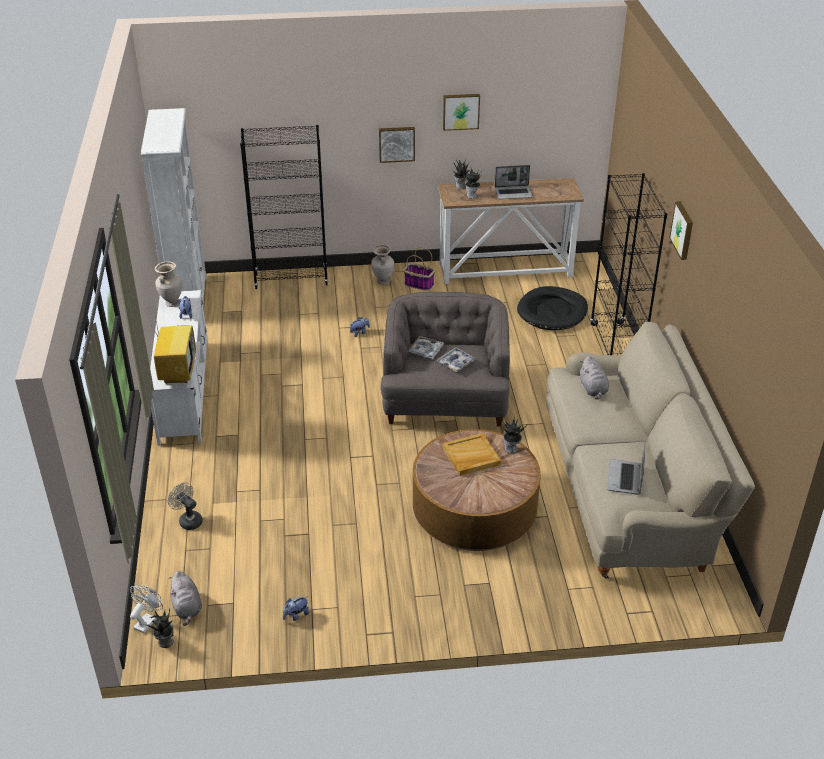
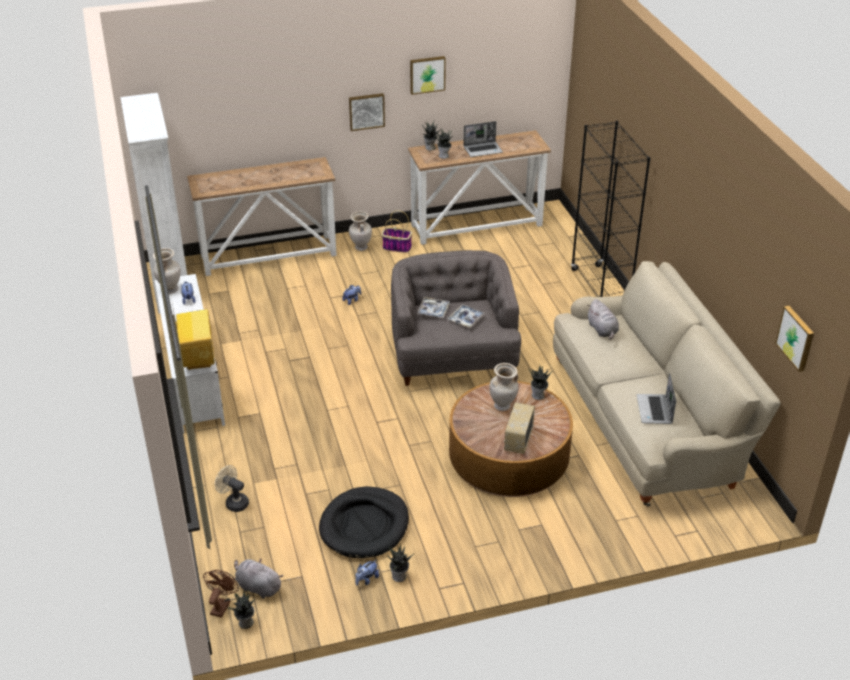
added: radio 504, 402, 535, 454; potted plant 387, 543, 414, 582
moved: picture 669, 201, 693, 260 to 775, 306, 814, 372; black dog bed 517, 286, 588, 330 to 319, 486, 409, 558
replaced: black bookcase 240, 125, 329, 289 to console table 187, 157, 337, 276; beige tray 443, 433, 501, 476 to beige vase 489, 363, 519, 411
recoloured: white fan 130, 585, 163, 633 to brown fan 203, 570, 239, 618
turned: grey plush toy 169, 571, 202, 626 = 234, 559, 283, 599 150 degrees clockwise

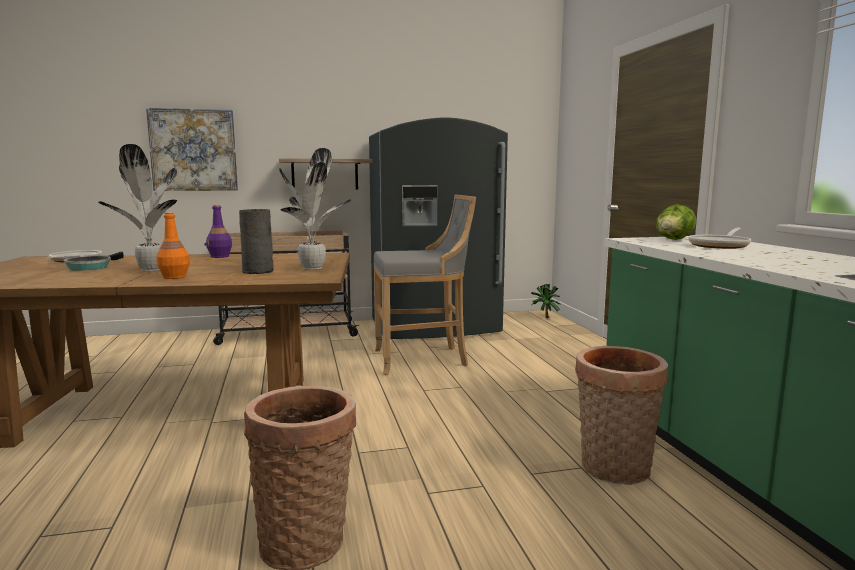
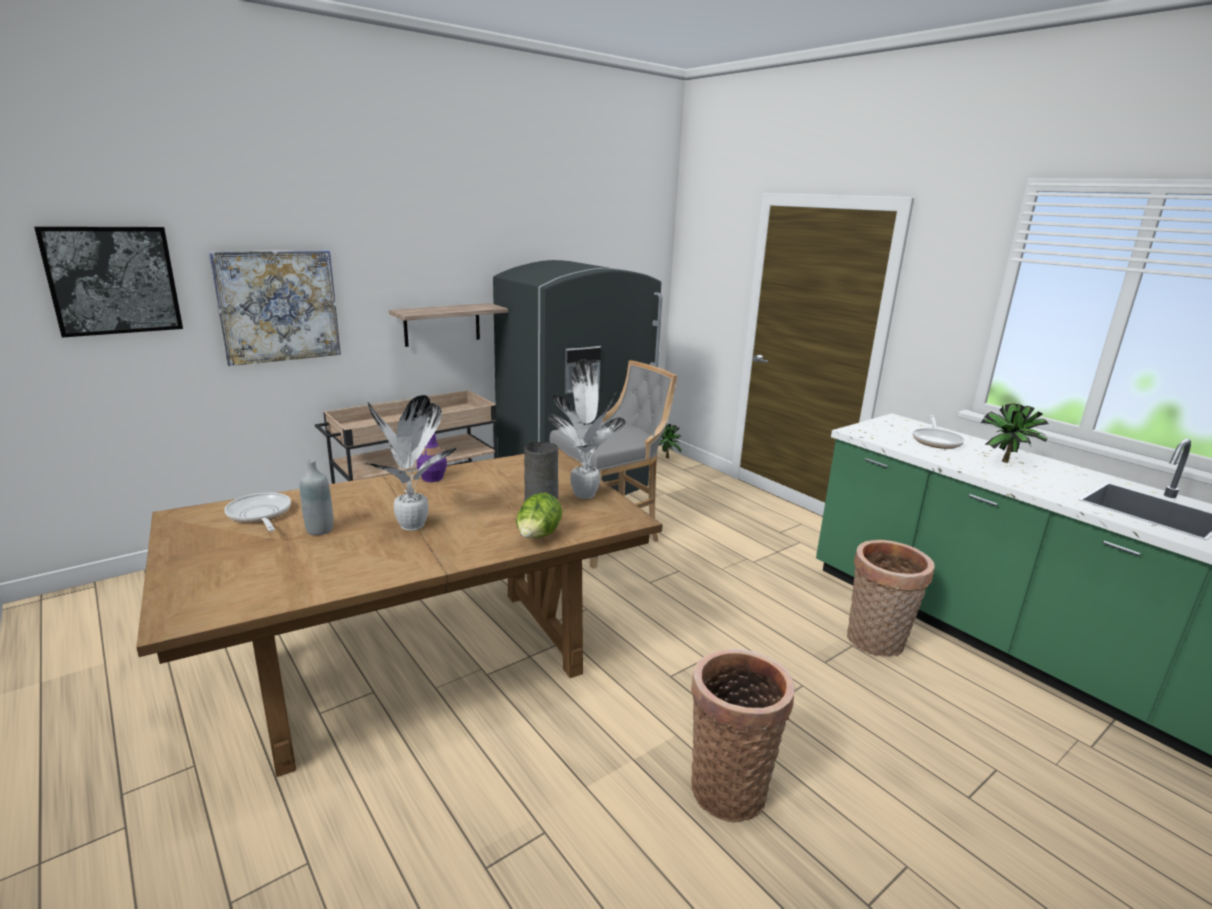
removed: orange bottle 156, 212, 190, 279
added: picture 34, 226, 183, 338; potted plant 981, 403, 1049, 463
moved: lettuce 656, 204, 696, 240 to 516, 493, 563, 538
replaced: frying pan 64, 252, 124, 271 to grey bottle 300, 460, 333, 535

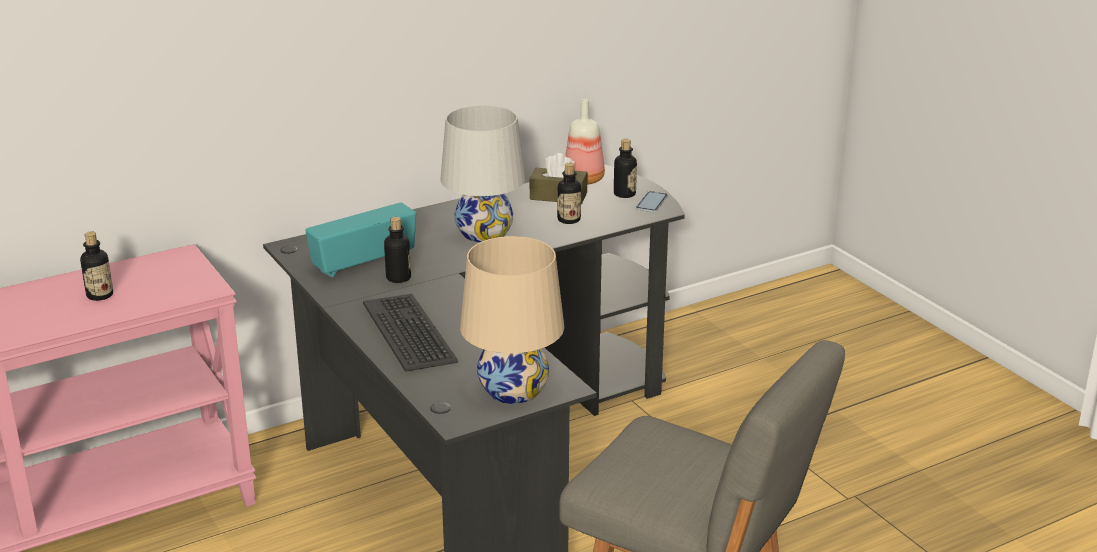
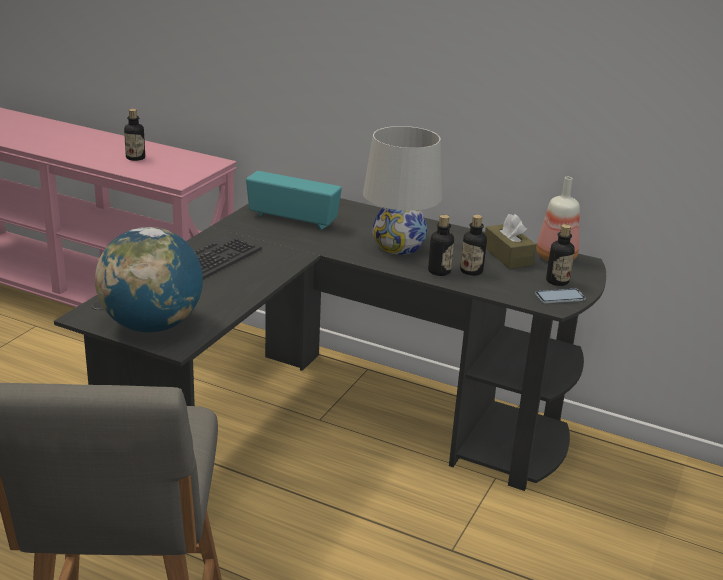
moved: bottle 384, 217, 411, 283 to 428, 215, 454, 276
replaced: beige table lamp 460, 236, 564, 404 to globe 95, 227, 203, 332

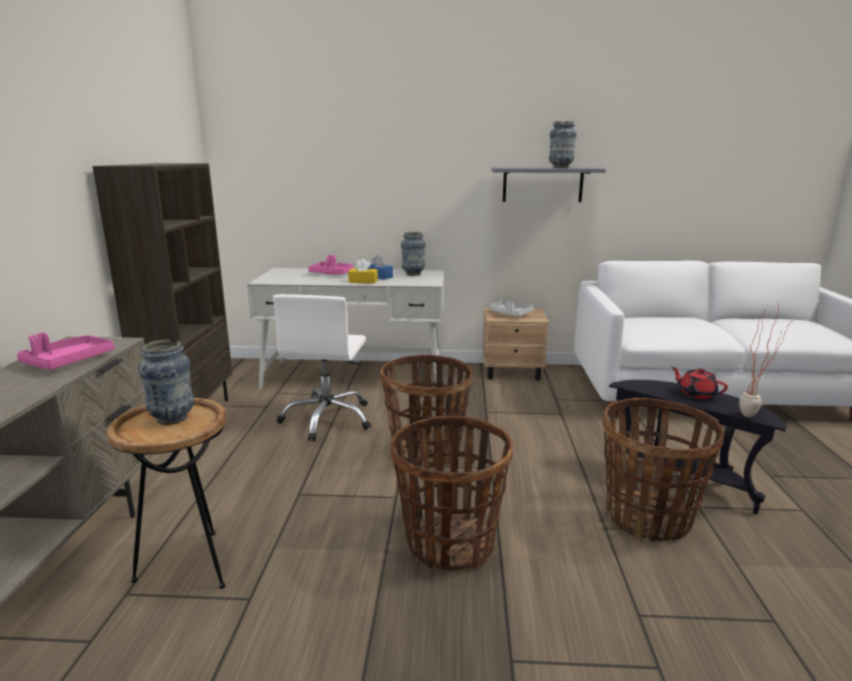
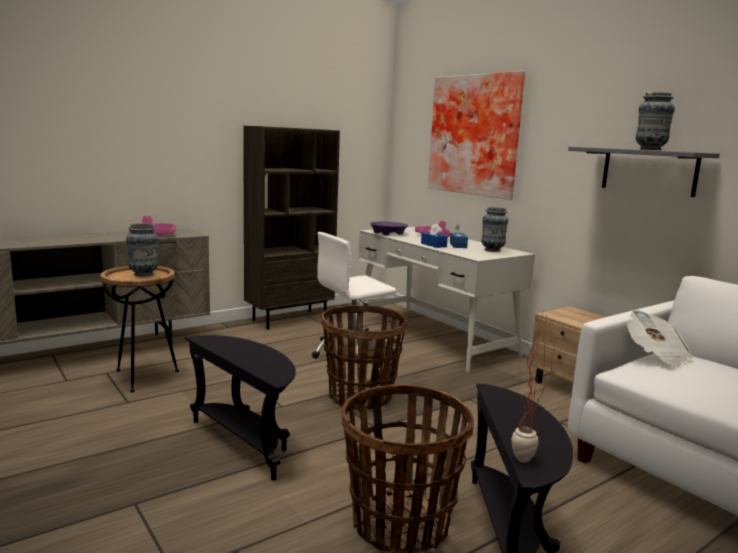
removed: grey tray 490, 300, 534, 317; red teapot 671, 367, 728, 399
added: picture 428, 71, 525, 200; purple bowl 370, 222, 408, 235; newspaper 627, 310, 693, 368
replaced: basket 391, 416, 513, 572 to black side table 185, 335, 296, 480
recoloured: yellow tissue box 348, 259, 378, 284 to blue tissue box 421, 224, 448, 248

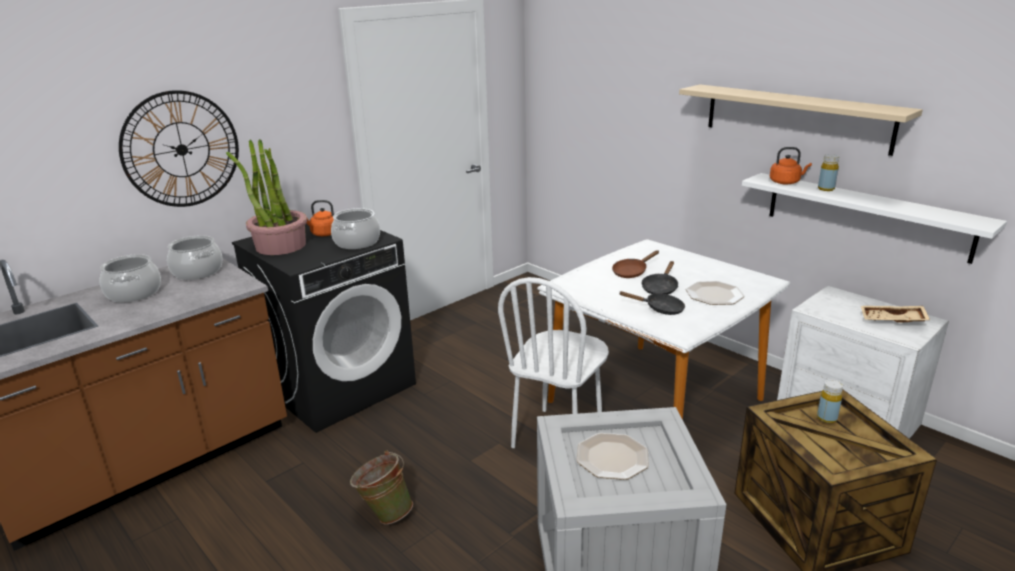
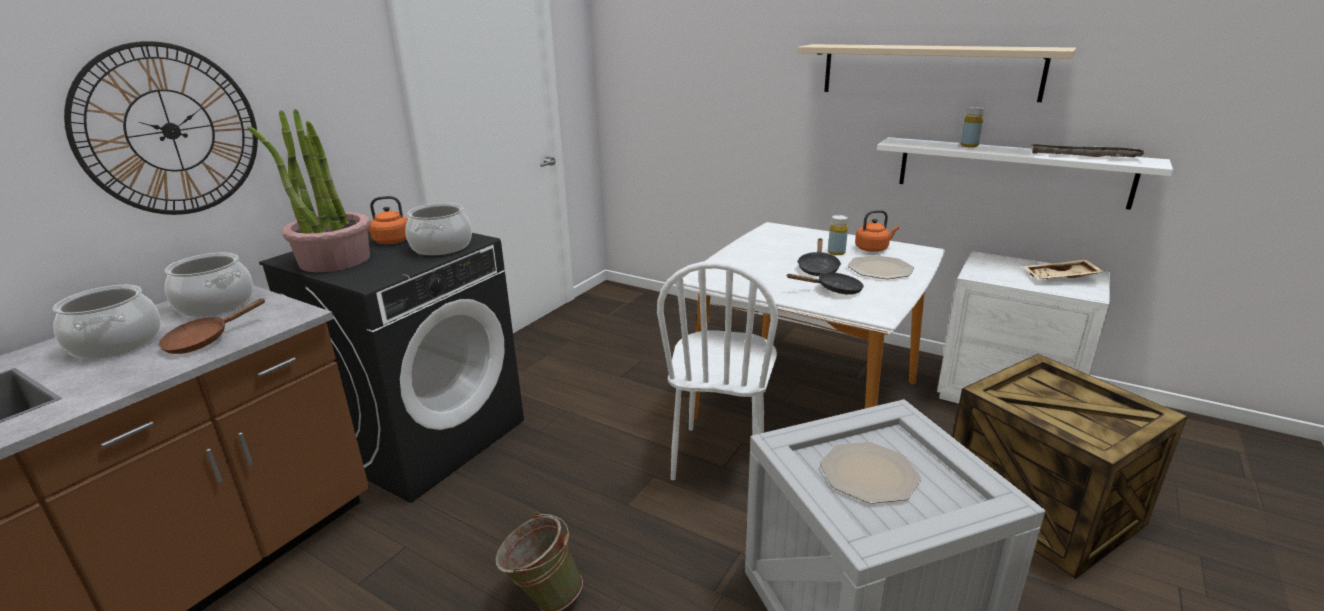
added: tray 1031, 143, 1145, 157
moved: orange kettle 770, 147, 812, 185 to 855, 210, 899, 252; brown frying pan 612, 250, 659, 278 to 158, 298, 265, 354; yellow bottle 817, 380, 843, 423 to 828, 215, 848, 255

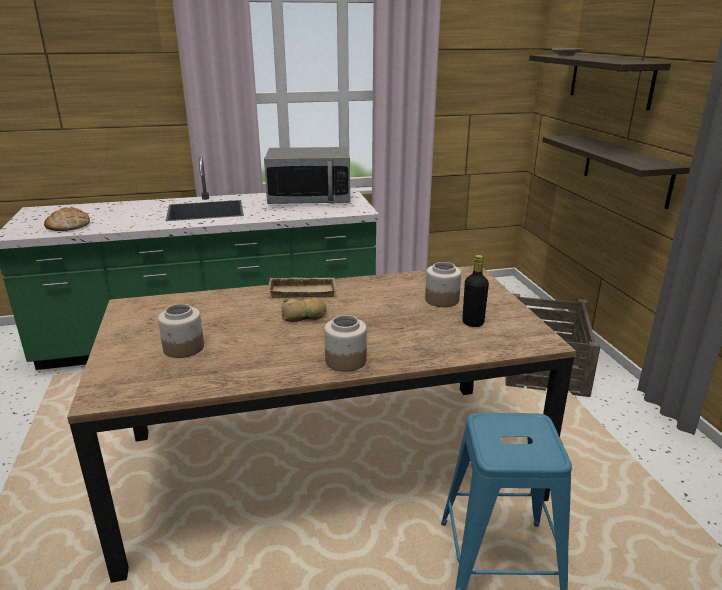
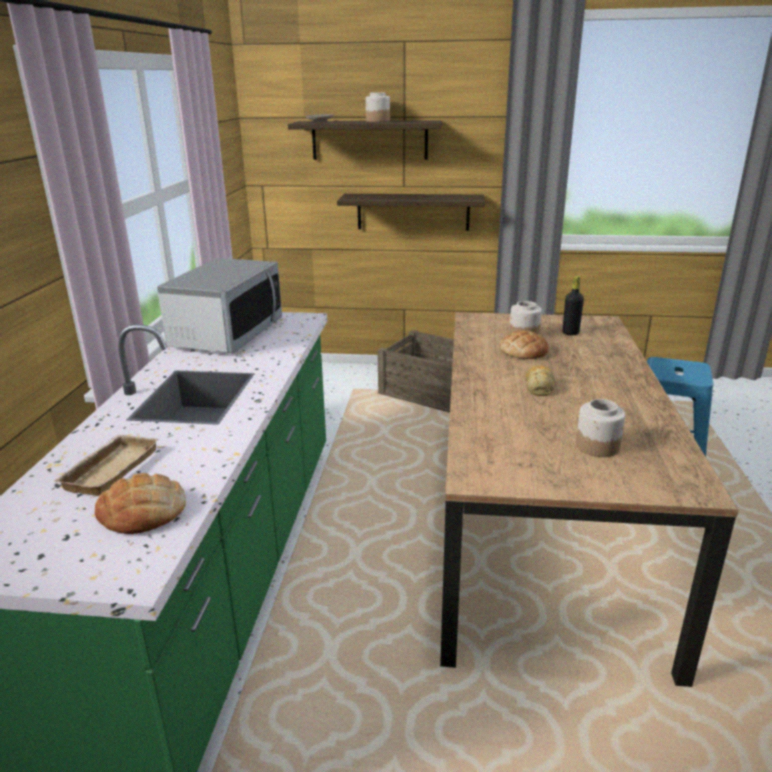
added: bread 500, 331, 549, 359
moved: beige tray 268, 277, 336, 298 to 54, 435, 159, 496; jar 324, 315, 367, 372 to 366, 92, 390, 122

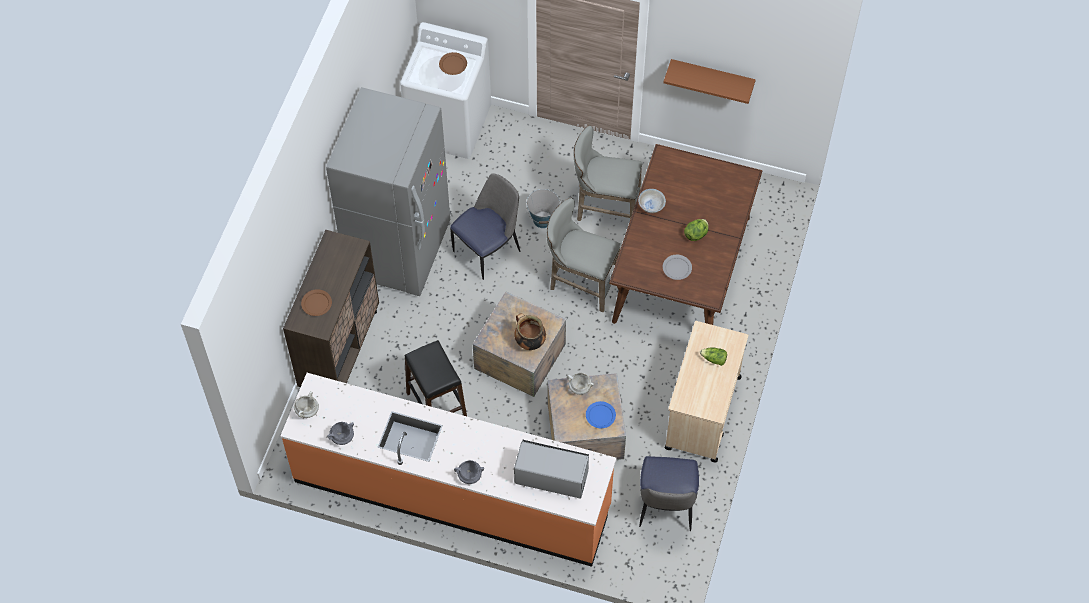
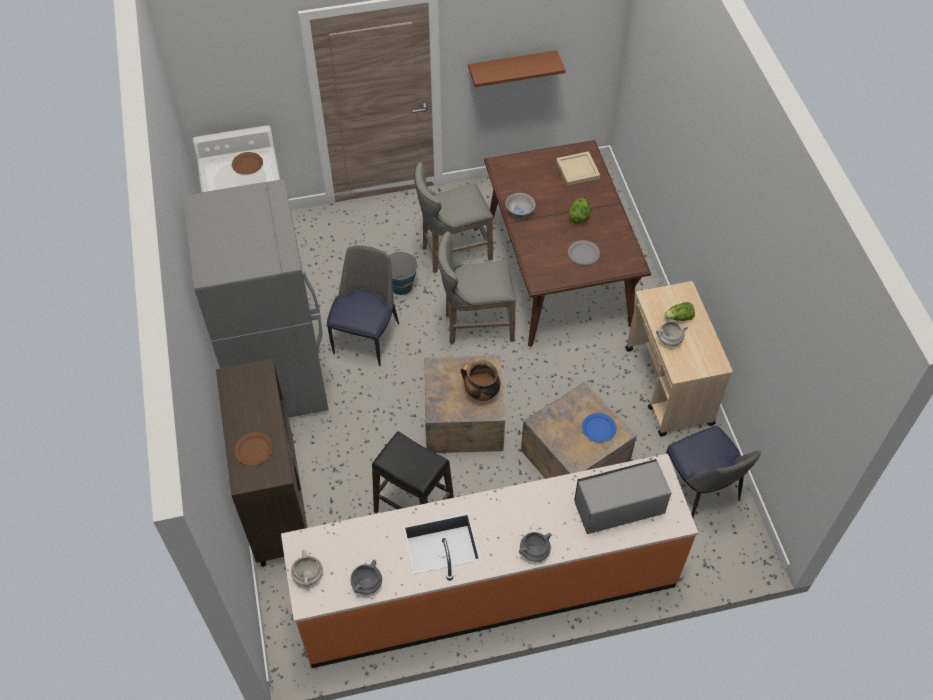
added: beige tray 556, 151, 600, 186
moved: white cooking pot 567, 373, 594, 395 to 656, 321, 688, 346

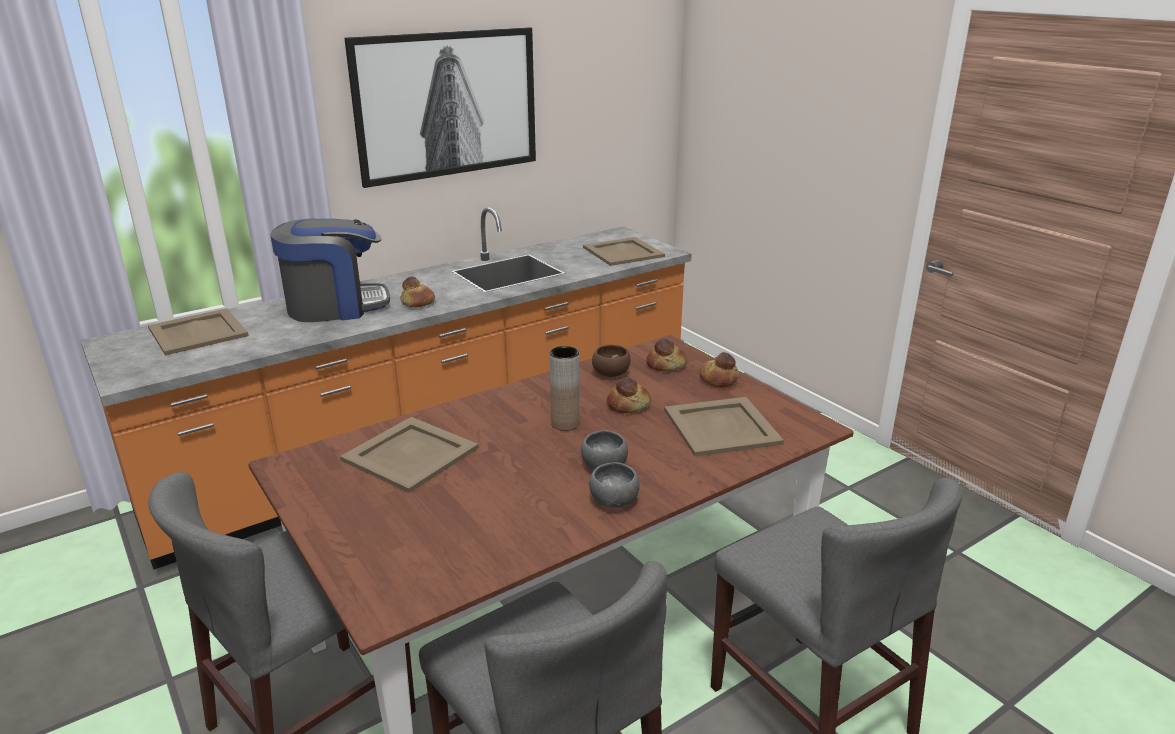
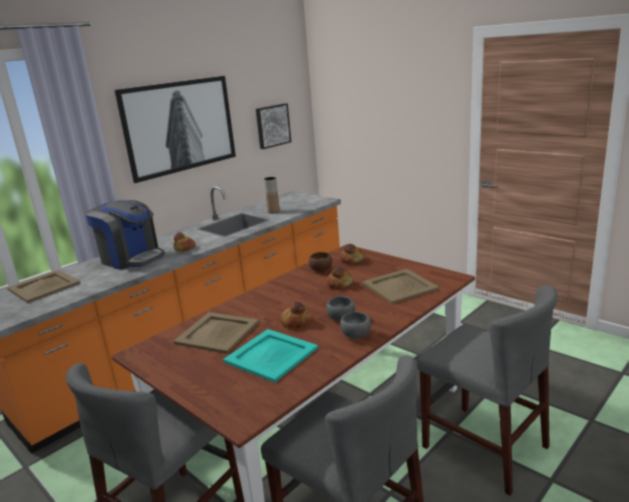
removed: beige tray 583, 237, 665, 266
added: picture 256, 103, 291, 149; turquoise tray 223, 329, 318, 382
moved: brown vase 550, 346, 580, 431 to 264, 177, 280, 213; bread 700, 352, 739, 388 to 281, 302, 309, 329
turned: coffee machine 270, 219, 390, 322 = 85, 200, 165, 270 60 degrees clockwise

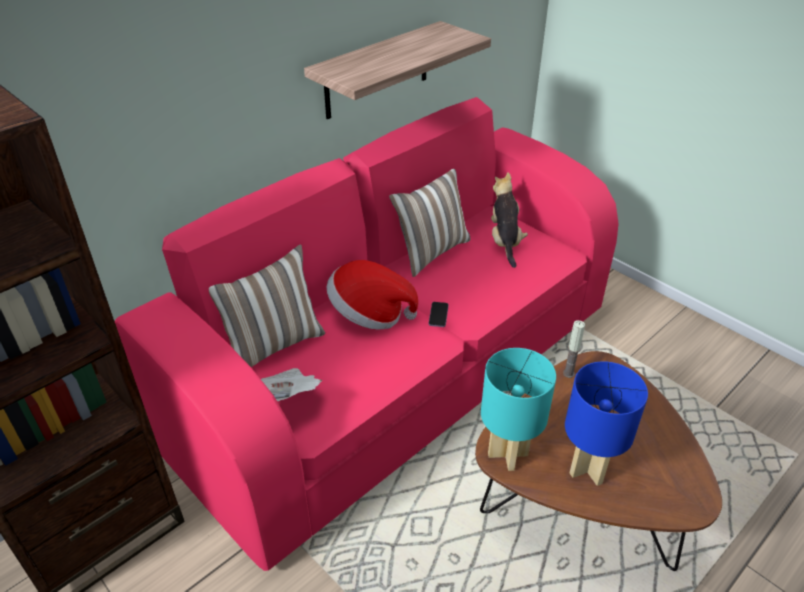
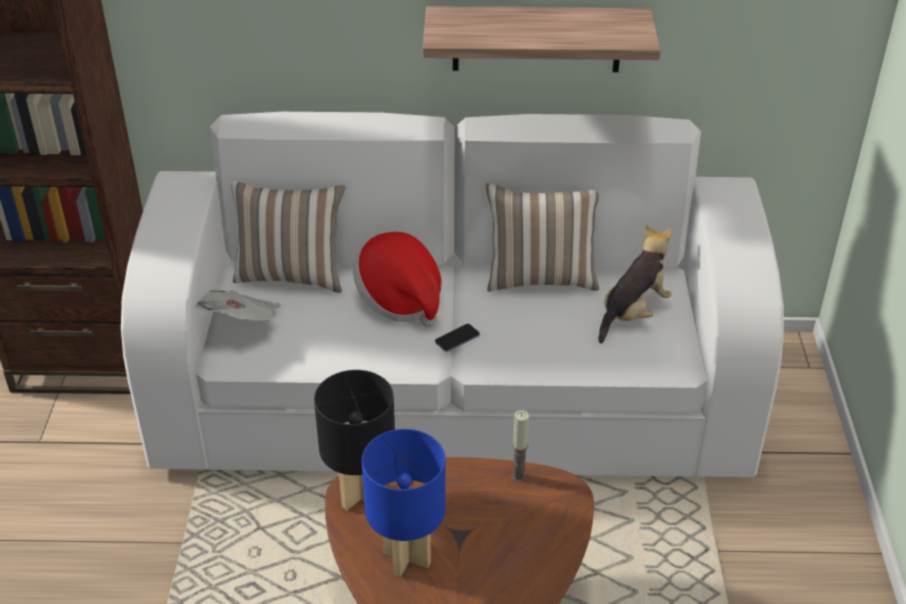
recoloured: pink sofa 115, 97, 619, 571 to white sofa 121, 112, 784, 477; turquoise table lamp 481, 348, 556, 471 to black table lamp 314, 370, 395, 510

